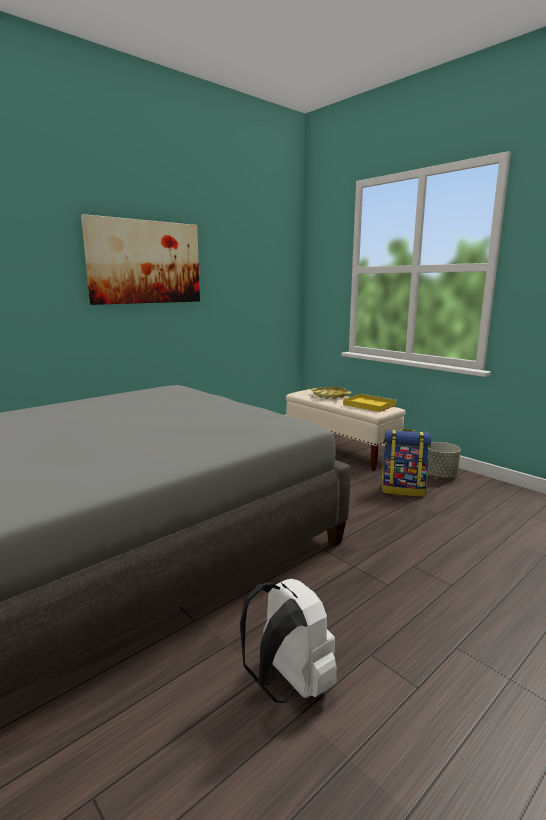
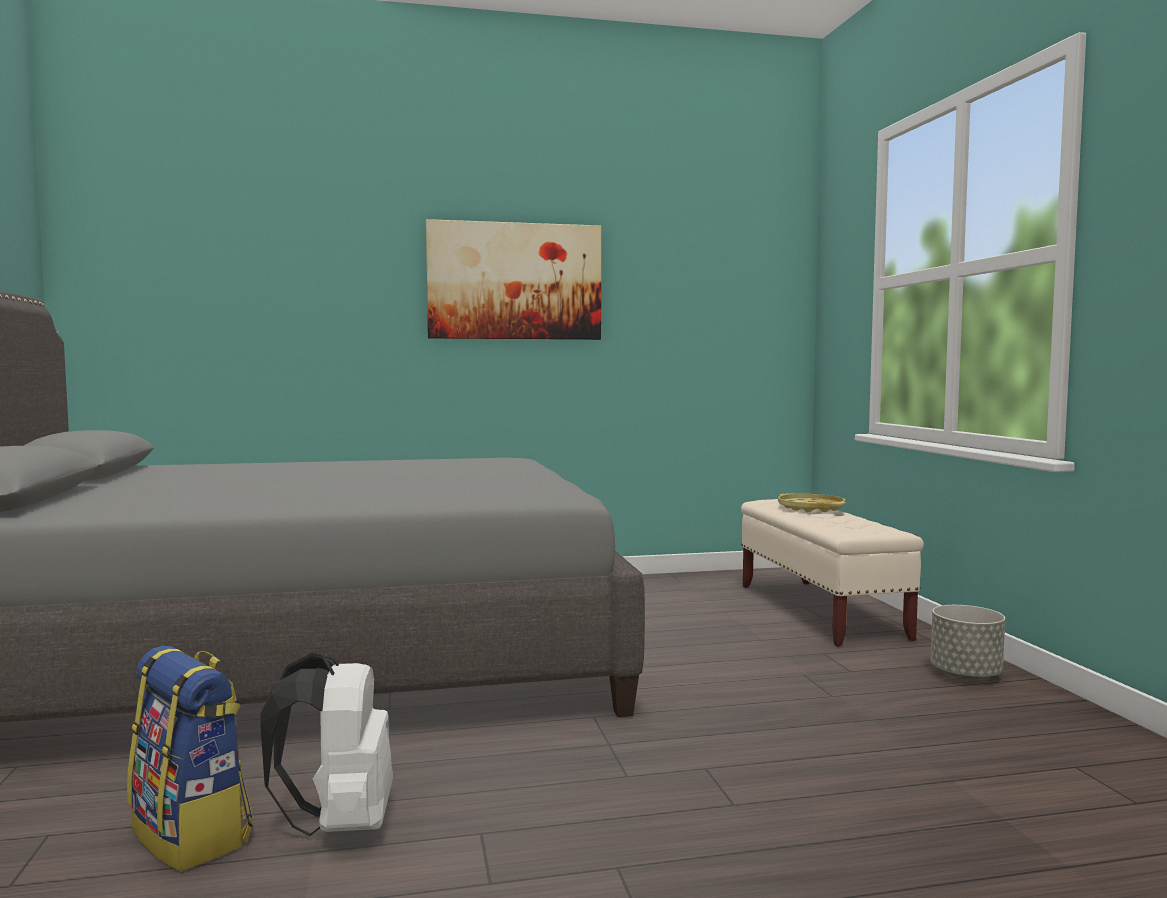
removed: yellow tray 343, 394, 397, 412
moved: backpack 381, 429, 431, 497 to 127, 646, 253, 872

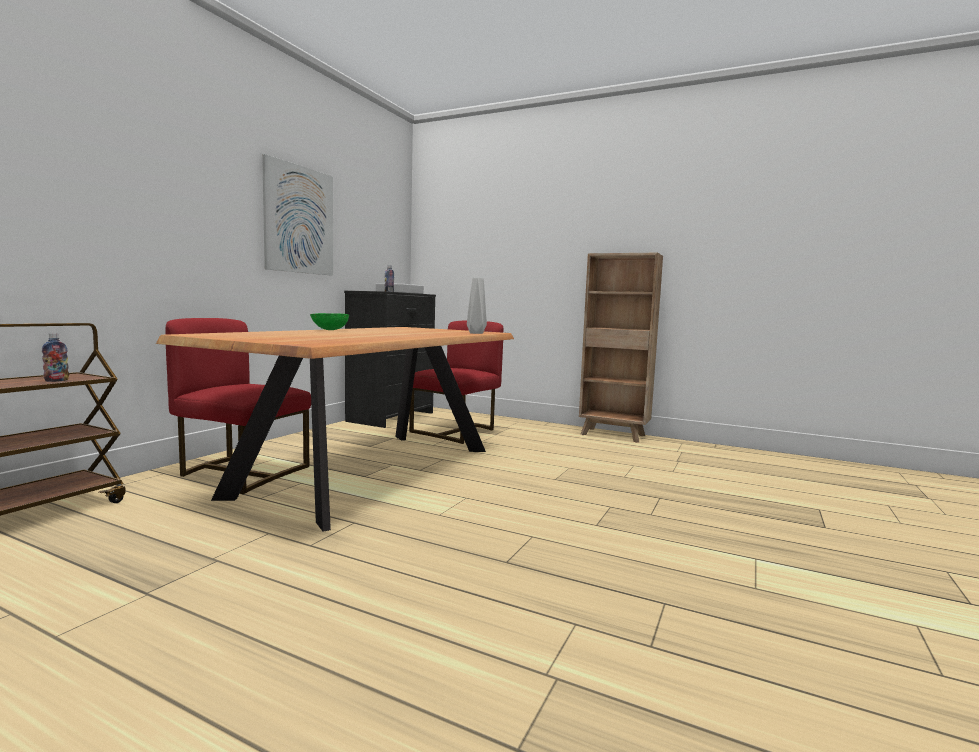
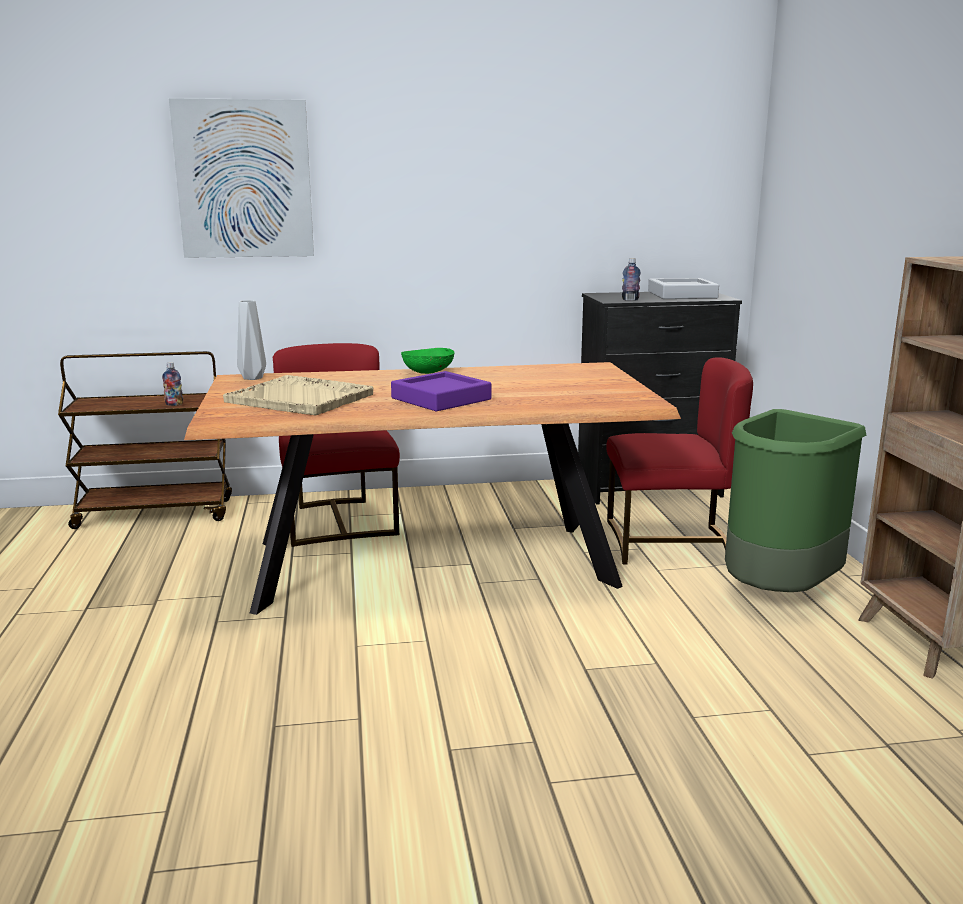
added: purple tray 391, 371, 491, 411; beige tray 223, 375, 373, 415; green trash can 725, 409, 866, 592
moved: picture 262, 154, 333, 276 to 169, 98, 314, 258; grey vase 467, 278, 487, 334 to 237, 300, 266, 380

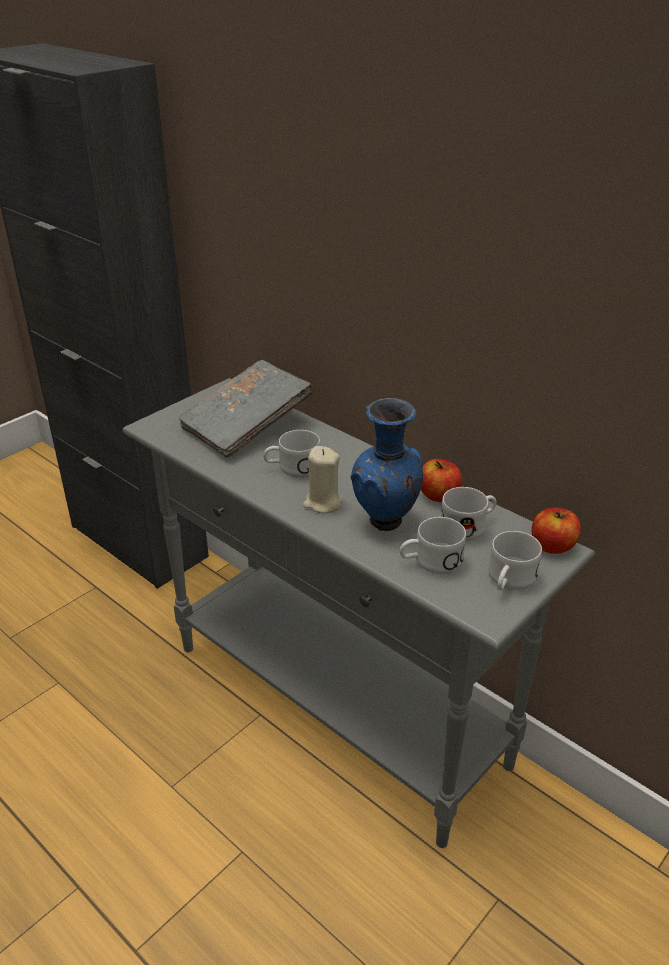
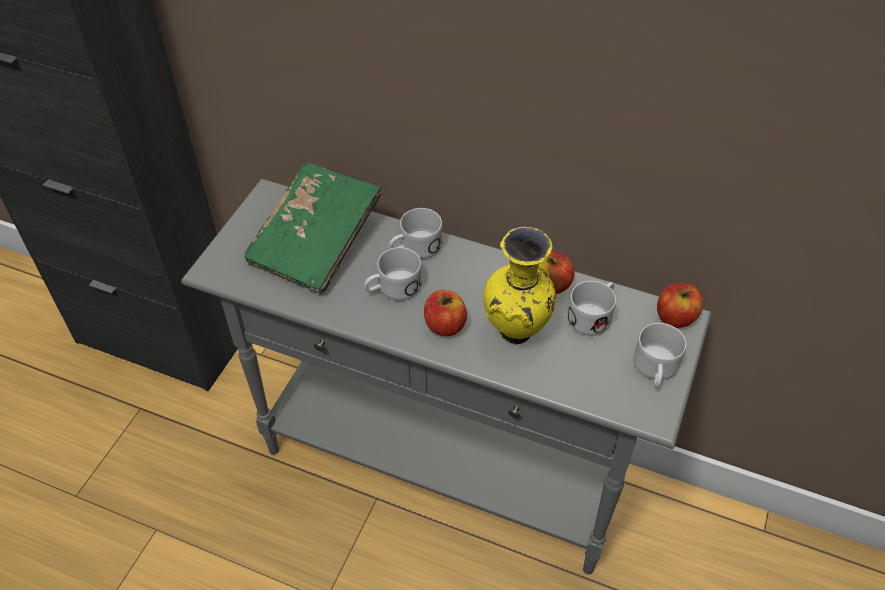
moved: white mug 400, 517, 466, 574 to 389, 208, 442, 259
replaced: beige candle 303, 446, 343, 513 to apple 424, 290, 467, 336
recoloured: grey book 179, 360, 313, 458 to green book 244, 163, 381, 295; blue vase 351, 398, 423, 531 to yellow vase 483, 227, 556, 345

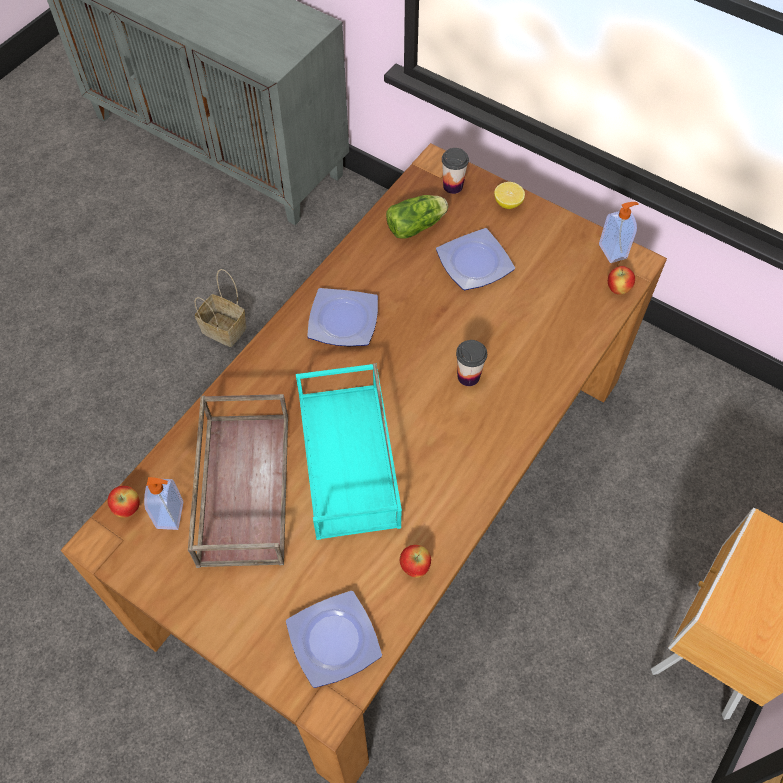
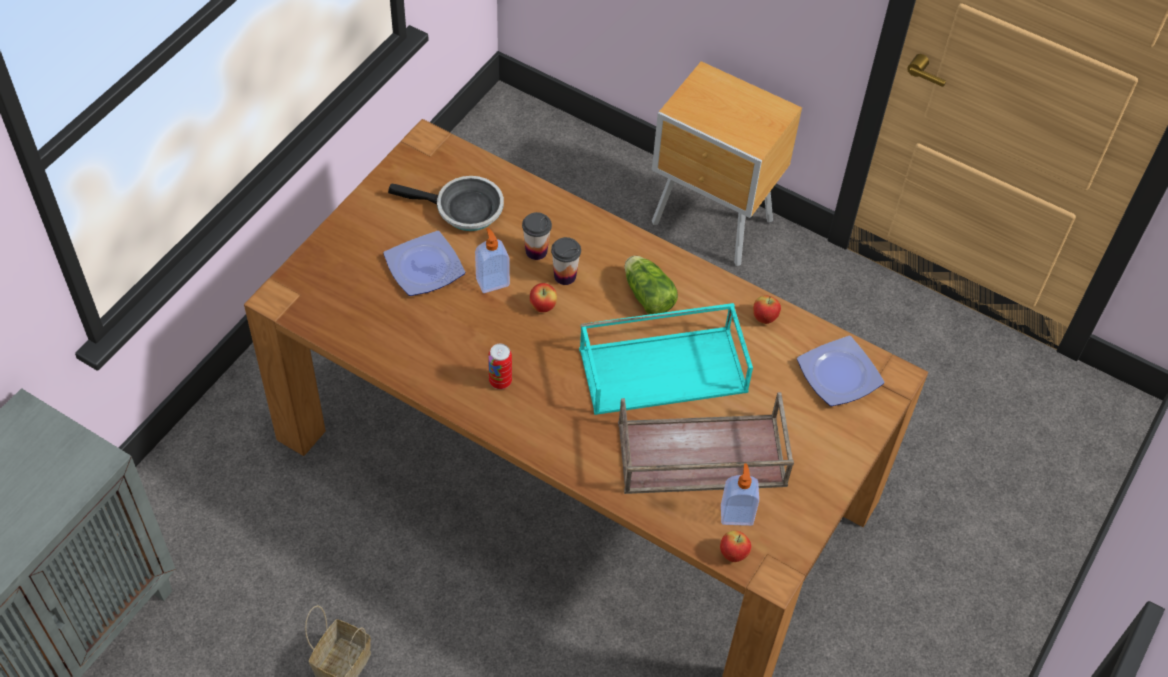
removed: lemon 494, 182, 525, 209
added: frying pan 388, 176, 504, 231
moved: cup 442, 148, 469, 194 to 522, 212, 552, 260; lettuce 386, 195, 448, 239 to 625, 256, 678, 314; soap dispenser 599, 202, 639, 263 to 475, 228, 510, 293; apple 608, 266, 635, 295 to 530, 283, 557, 312
replaced: plate 307, 288, 378, 346 to can 488, 344, 512, 389

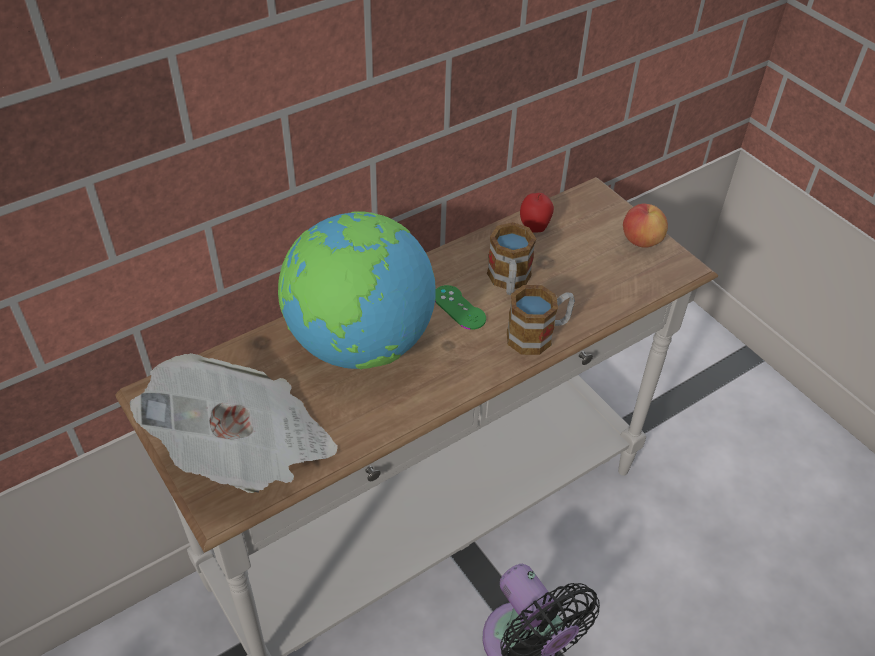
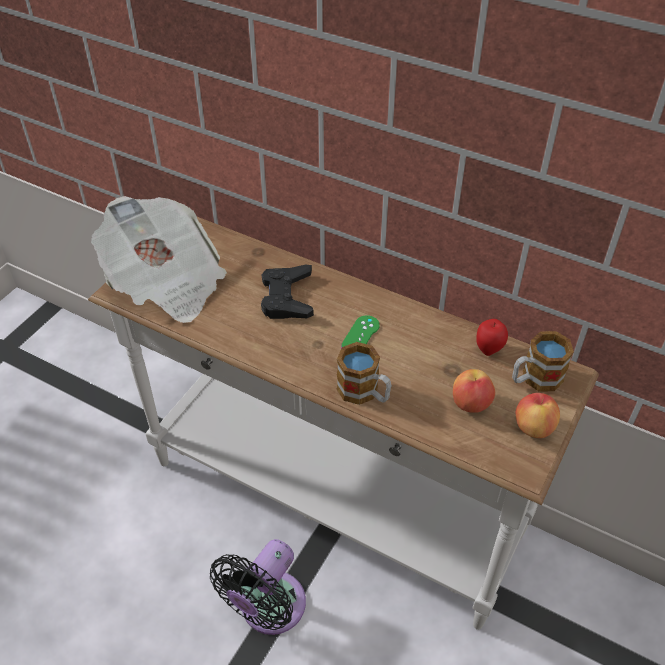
added: apple 453, 369, 495, 413
moved: mug 487, 222, 536, 295 to 512, 331, 574, 392
replaced: globe 278, 211, 436, 369 to black game controller 261, 265, 314, 319

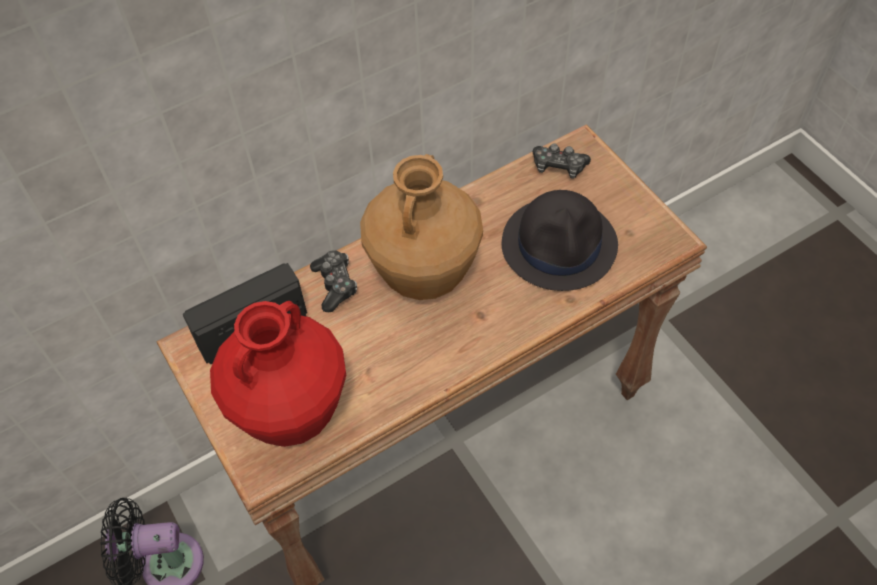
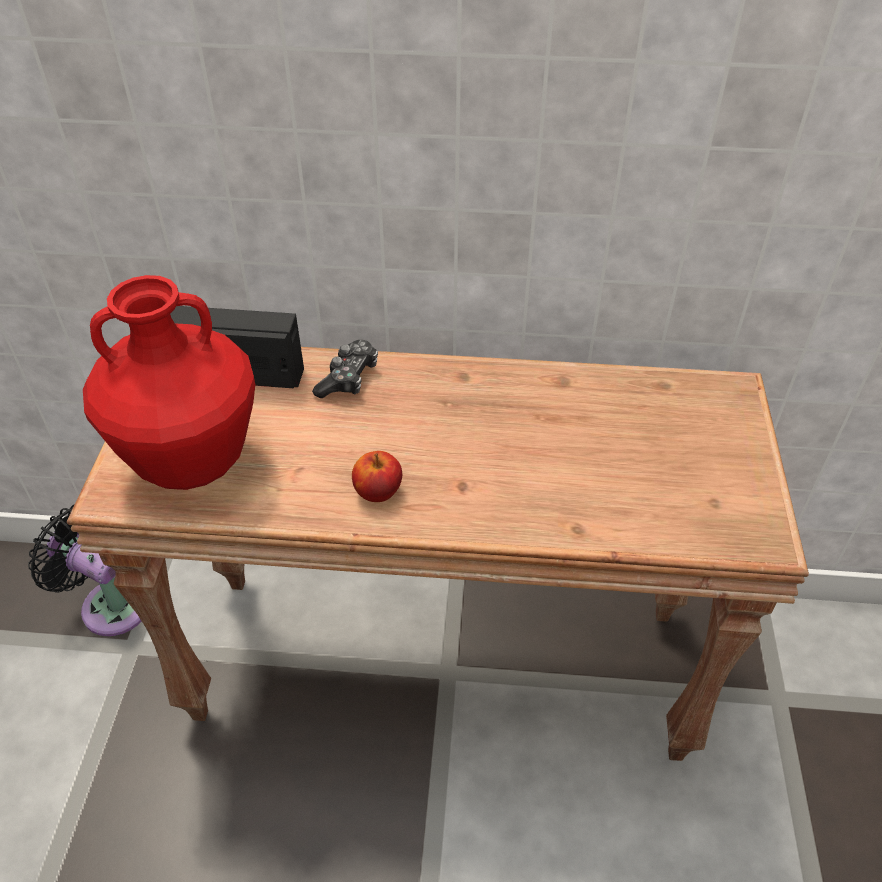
removed: game controller 533, 144, 591, 179; brown vase 360, 154, 483, 300; black hat 502, 190, 618, 291
added: apple 352, 451, 402, 502

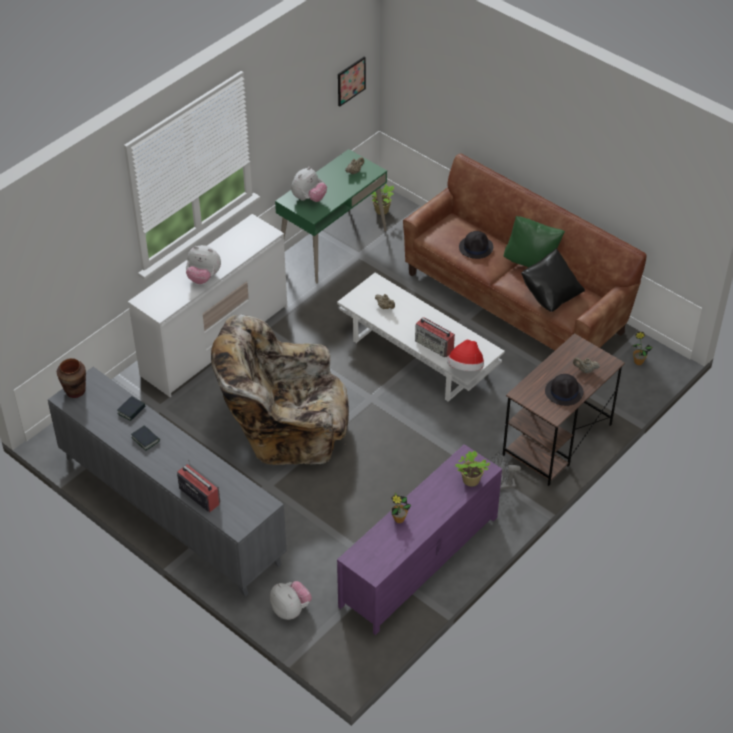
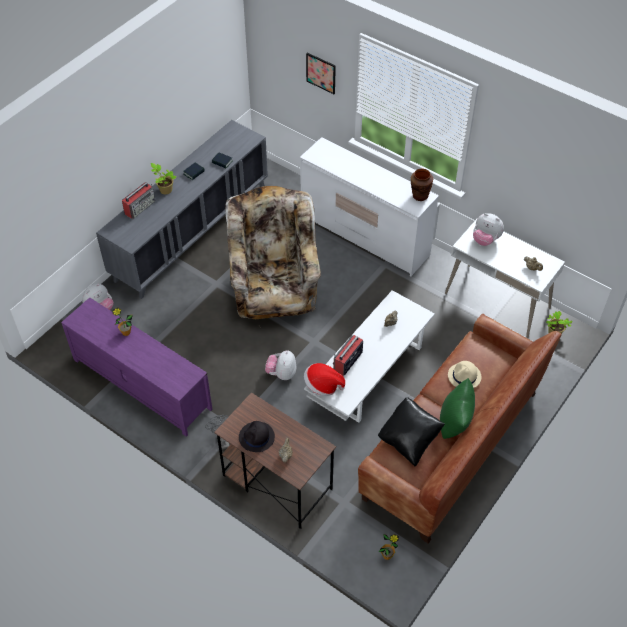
moved: picture 338, 56, 366, 107 to 306, 53, 336, 94; plush toy 186, 245, 221, 284 to 265, 350, 296, 380; brown vase 57, 358, 86, 398 to 411, 169, 433, 201; potted plant 455, 450, 490, 486 to 151, 163, 176, 194
recoloured: green desk 275, 149, 387, 284 to white desk 445, 218, 565, 338; black hat 459, 231, 493, 259 to beige hat 448, 361, 481, 388

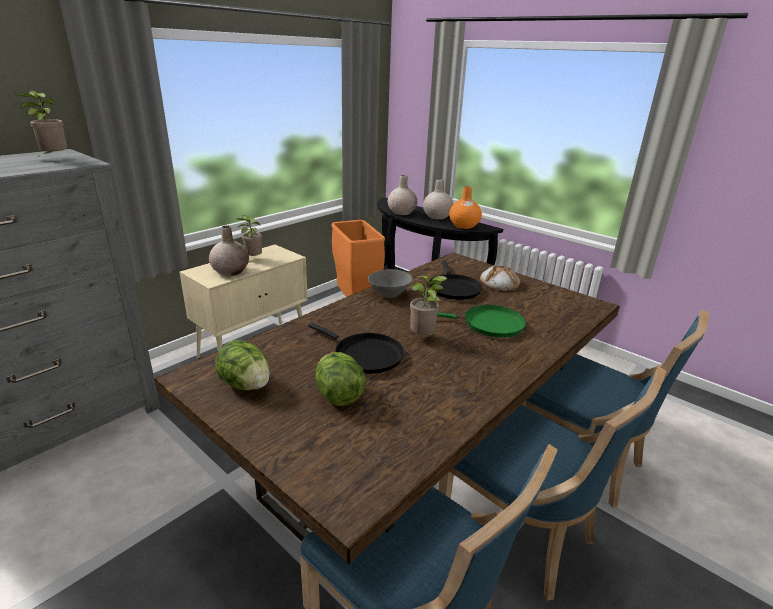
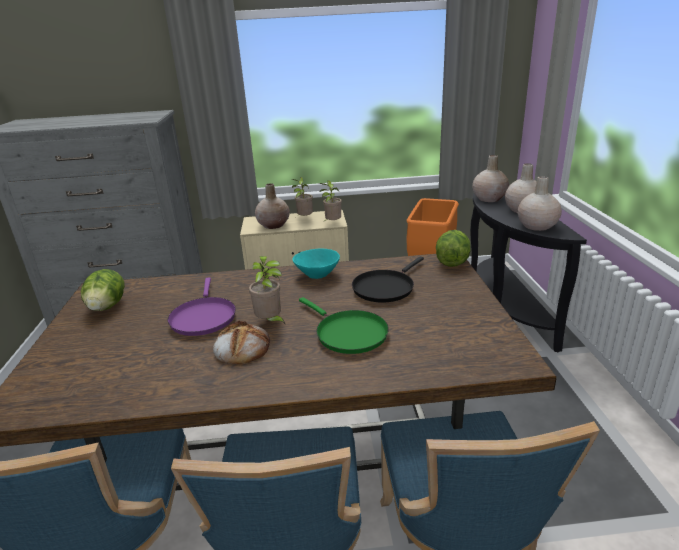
moved: potted plant 16, 91, 67, 159 to 319, 180, 342, 221; bread 480, 265, 520, 291 to 213, 320, 270, 364; lettuce 315, 352, 366, 406 to 436, 230, 471, 267
recoloured: orange vase 449, 186, 482, 229 to beige vase 517, 176, 562, 231; grey bowl 368, 269, 412, 298 to turquoise bowl 292, 248, 340, 279; black frying pan 308, 323, 404, 374 to purple frying pan 168, 277, 236, 336

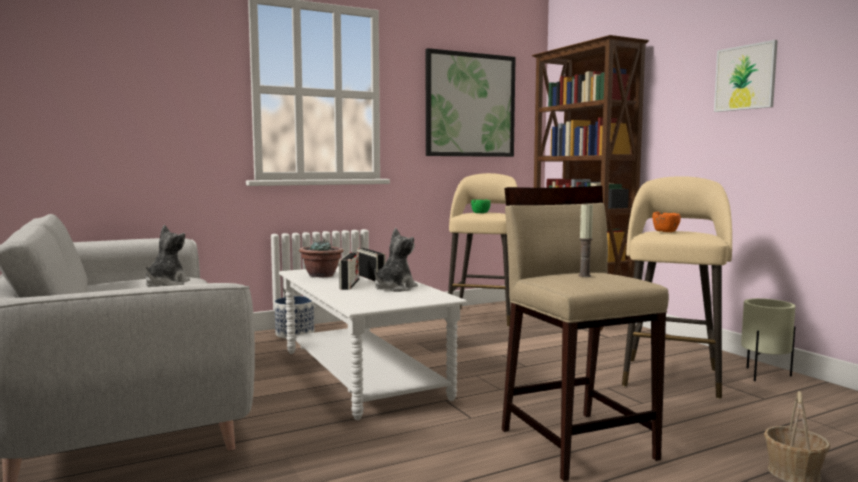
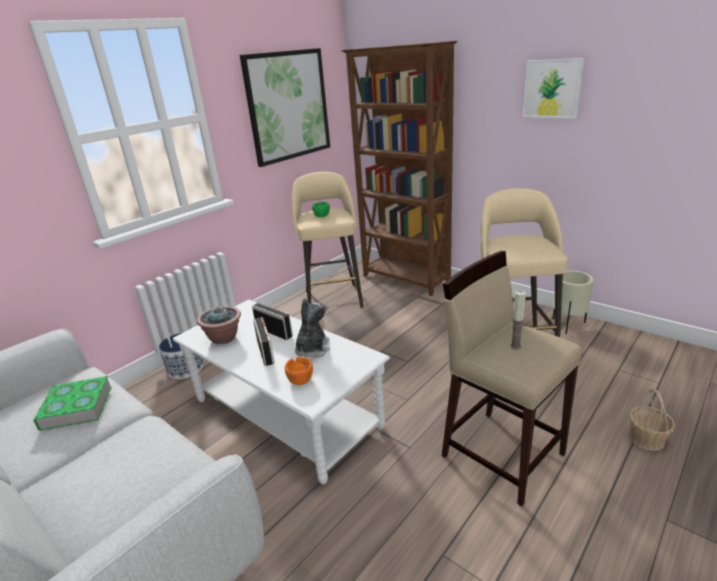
moved: orange bowl 652, 212, 681, 232 to 285, 357, 313, 385
replaced: plush toy 146, 225, 190, 286 to book 33, 376, 112, 431

